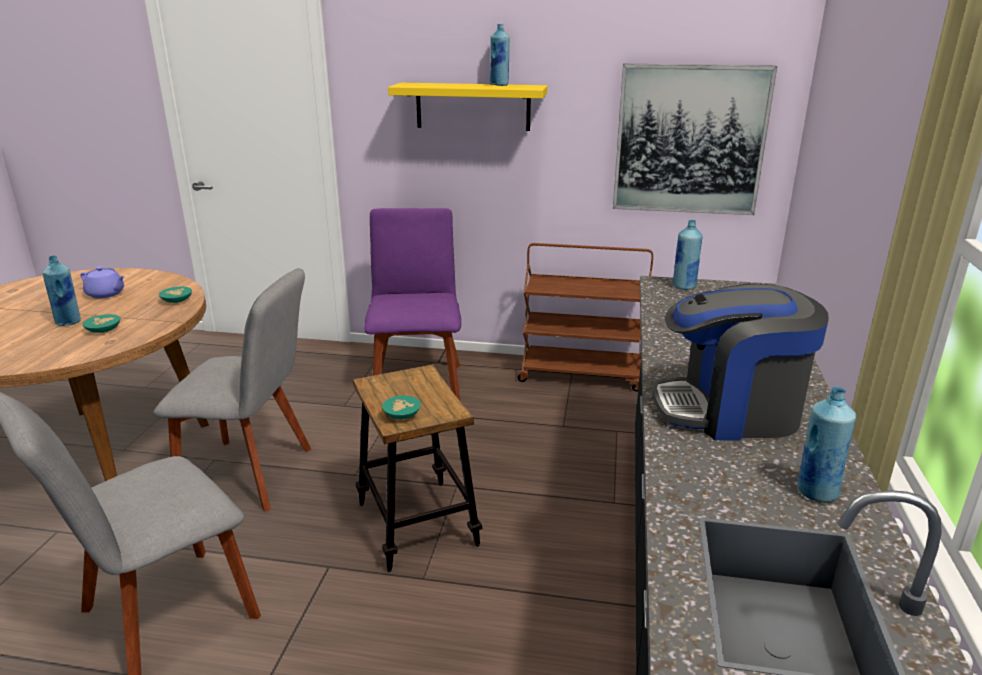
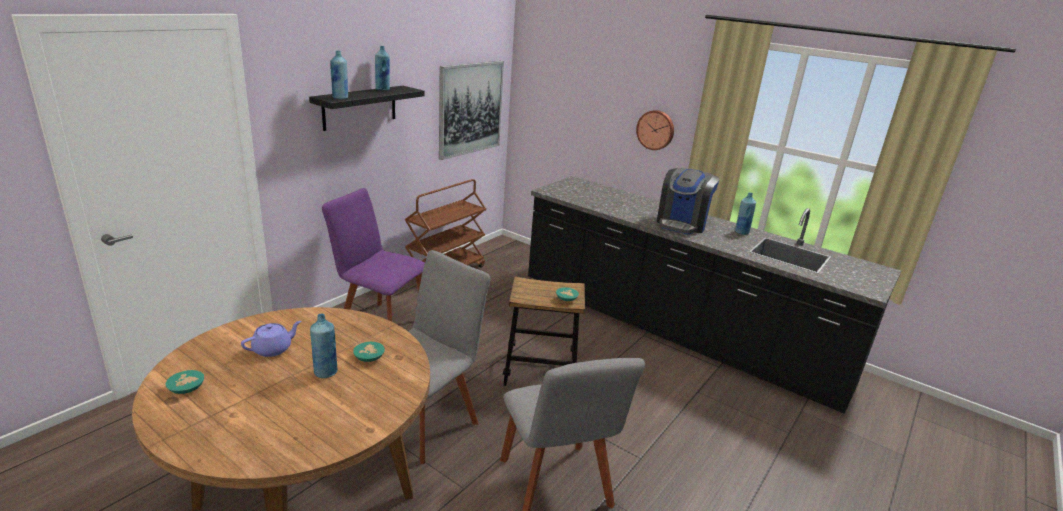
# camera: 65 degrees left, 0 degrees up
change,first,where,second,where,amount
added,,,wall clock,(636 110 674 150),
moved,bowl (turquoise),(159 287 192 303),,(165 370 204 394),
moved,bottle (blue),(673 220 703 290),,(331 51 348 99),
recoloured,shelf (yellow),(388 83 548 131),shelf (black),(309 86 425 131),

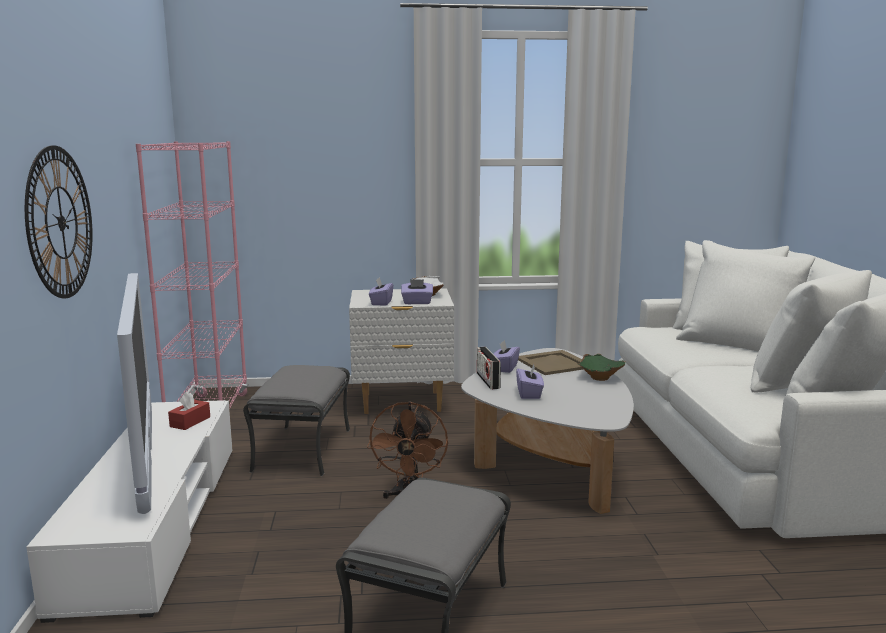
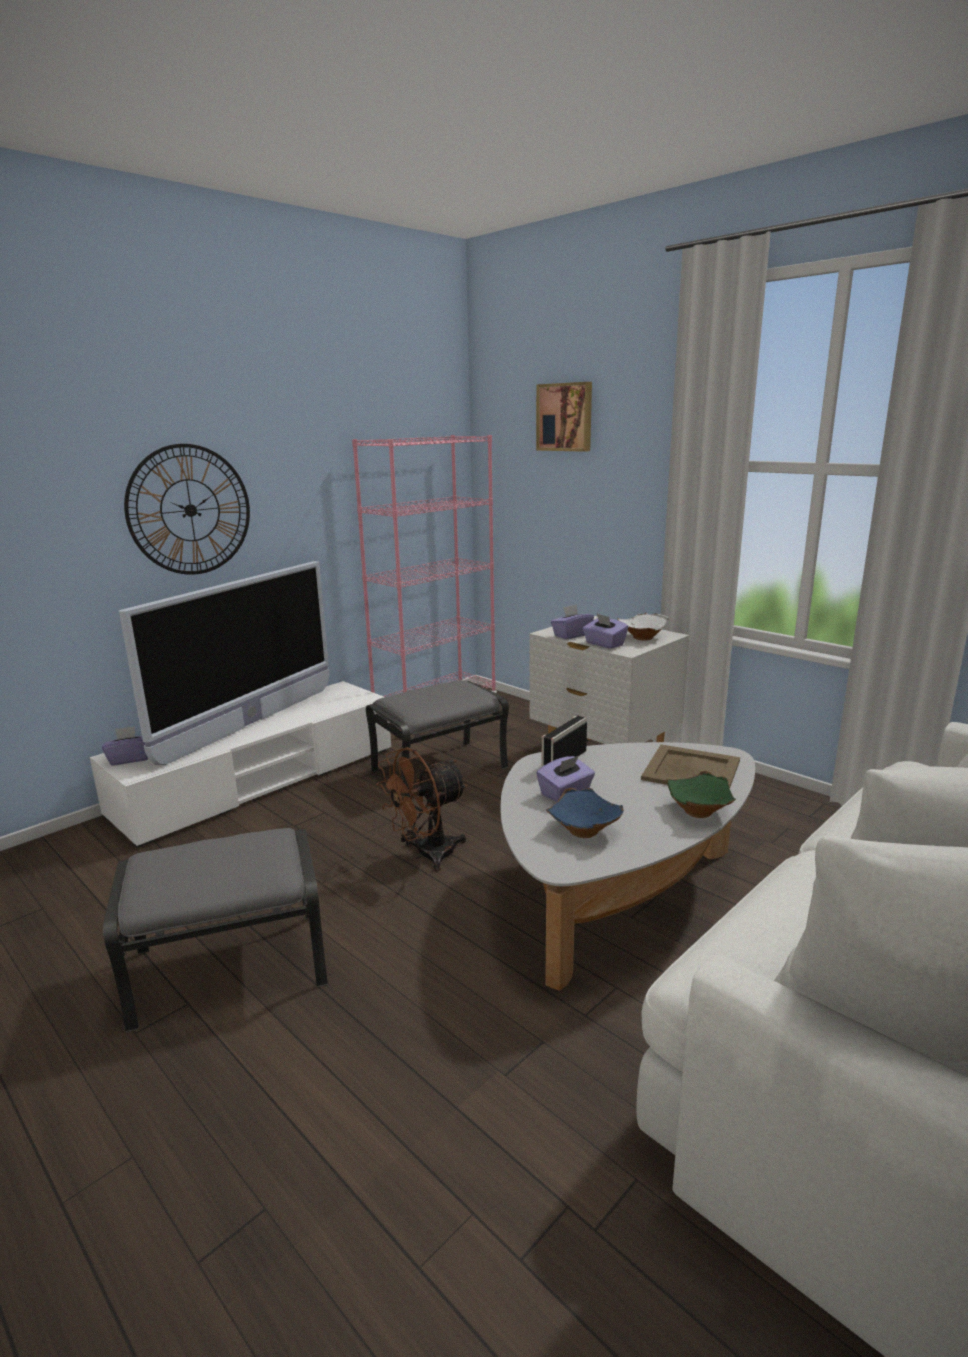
# camera: 50 degrees right, 5 degrees up
change,first,where,second,where,amount
removed,tissue box (red),(168 392 210 430),,,
added,,,picture,(536 382 592 452),
added,,,bowl (blue),(546 788 624 838),
moved,tissue box (purple),(494 340 520 373),,(102 726 148 766),

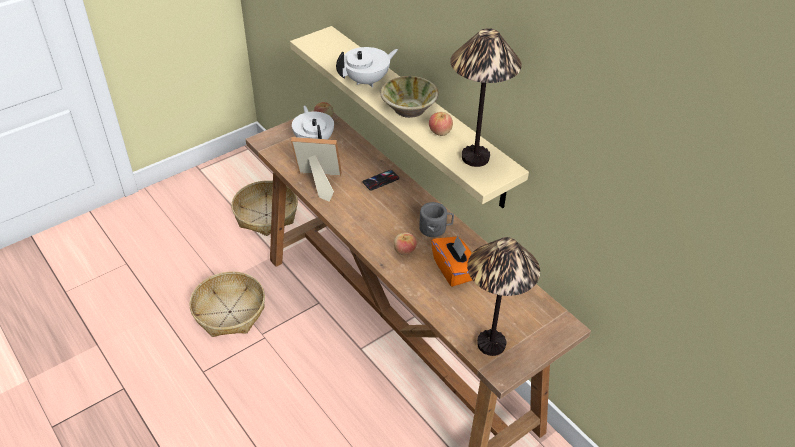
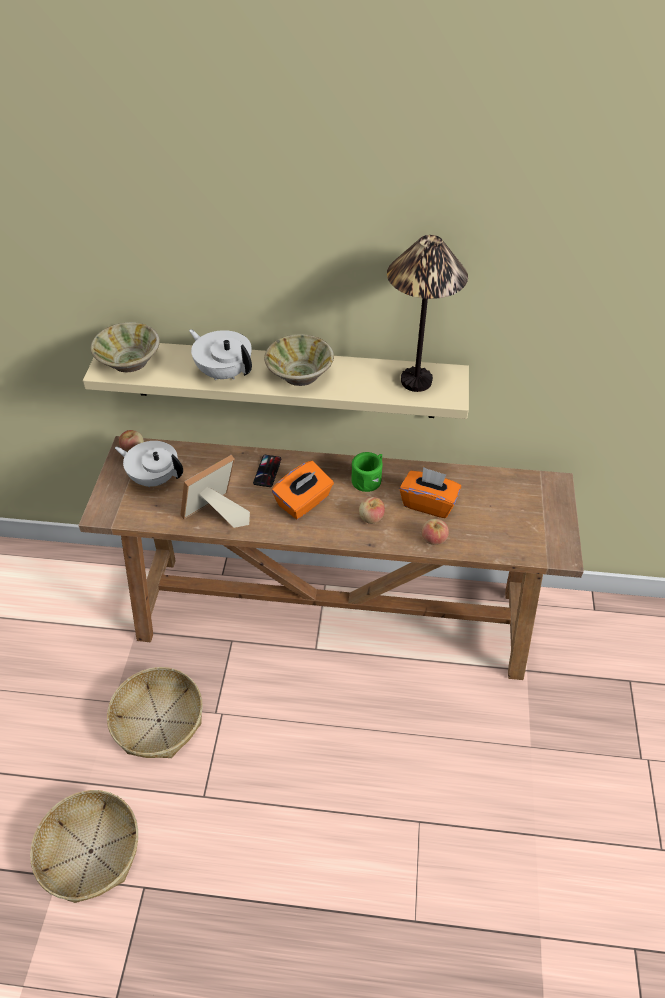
# camera: 45 degrees left, 5 degrees up
change,first,where,second,where,amount
removed,table lamp,(467 237 540 356),,,
added,,,bowl (beige),(91 322 160 372),
added,,,tissue box (orange),(272 461 334 519),
moved,basket,(231 180 298 236),,(30 790 138 903),
moved,apple,(429 112 453 136),,(422 519 449 545),
recoloured,mug (grey),(419 202 454 237),mug (green),(351 452 383 492),
turned,teapot (white),(336 47 398 88),,(189 329 252 381),60 degrees counterclockwise

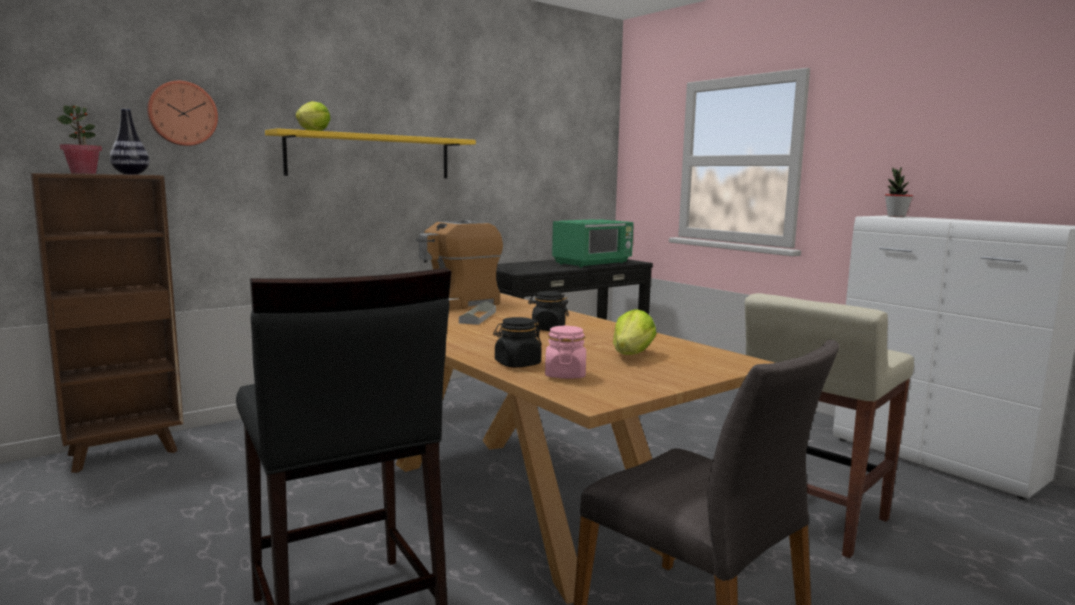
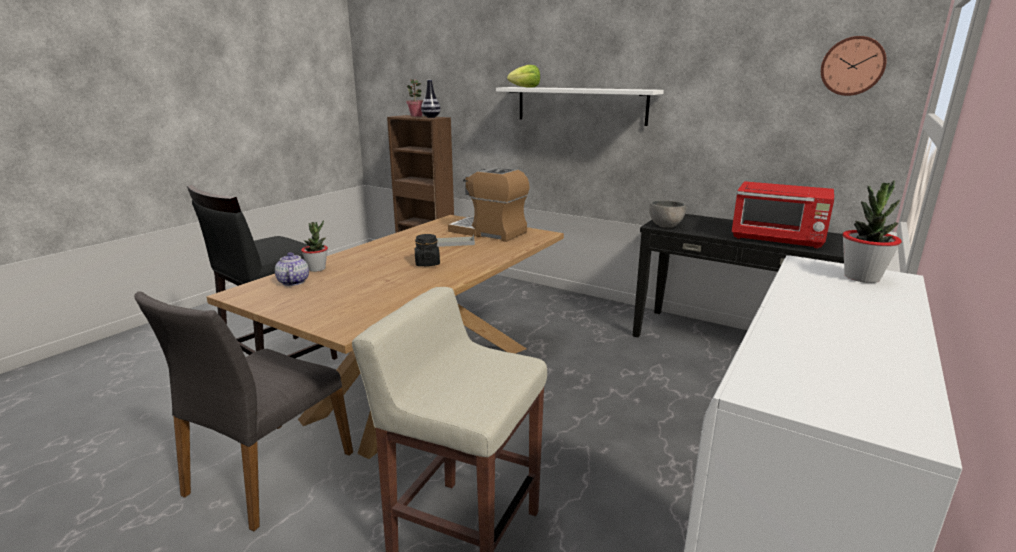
# camera: 70 degrees right, 10 degrees up
change,first,where,second,where,amount
removed,lettuce,(613 309 657 355),,,
added,,,bowl (grey),(649 200 686 228),
moved,wall clock,(147 81 218 146),,(821 36 887 96),
replaced,jar (black),(493 317 542 367),potted plant,(301 221 328 272),
replaced,jar (pink),(545 326 586 379),teapot,(275 252 309 286),
recoloured,shelf (yellow),(265 128 476 178),shelf (white),(496 87 664 126),
recoloured,microwave (green),(552 219 633 267),microwave (red),(731 181 834 249),

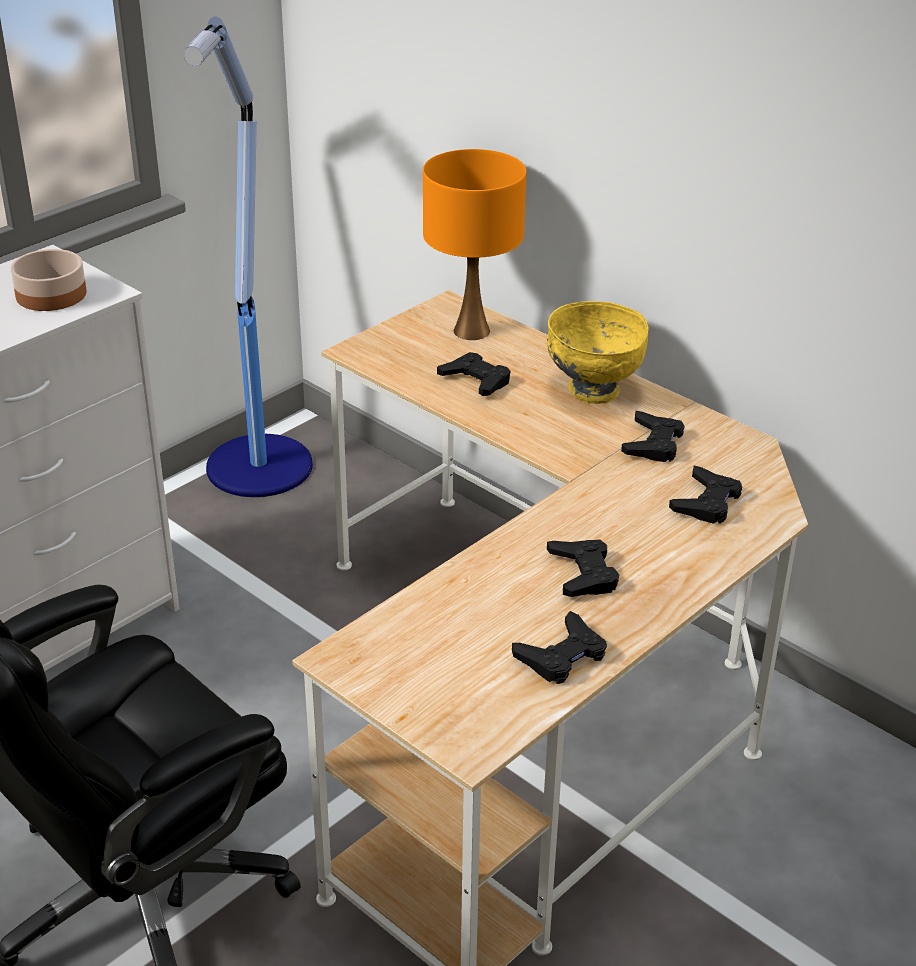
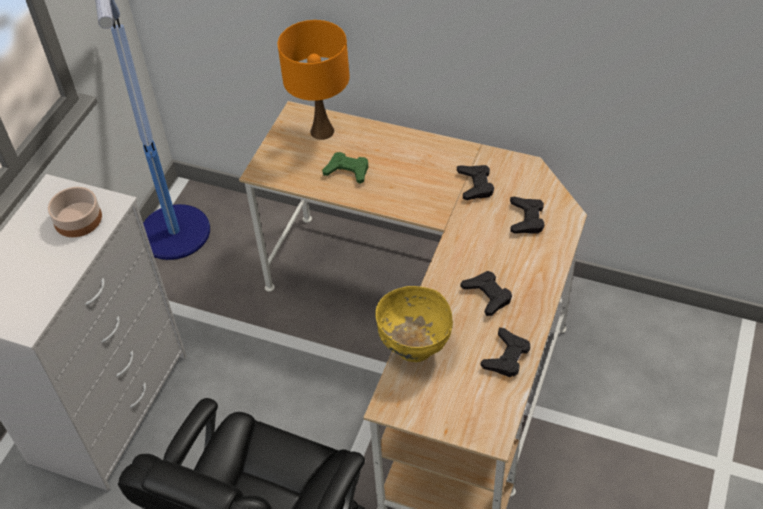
# camera: 20 degrees left, 15 degrees up
change,first,where,second,where,amount
moved,bowl (yellow),(547 301 649 404),,(375 286 453 362),
recoloured,game controller (black),(437 352 510 396),game controller (green),(322 152 368 184),

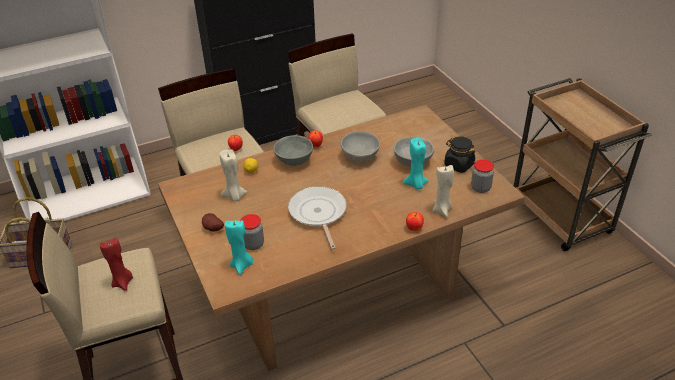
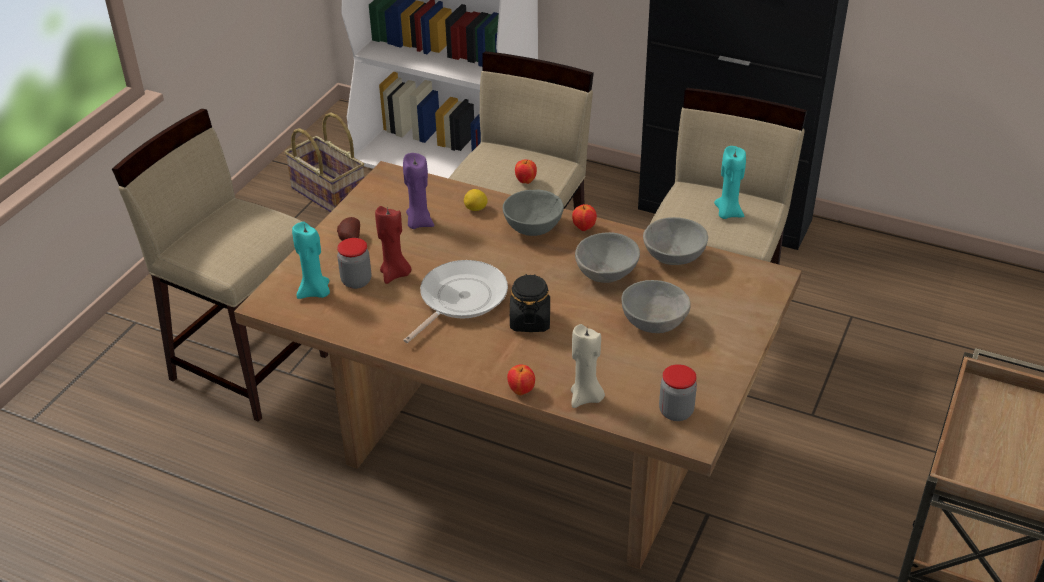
# camera: 50 degrees right, 0 degrees up
change,first,where,second,where,amount
added,,,bowl (grey),(643 217 708 265),
moved,candle (red),(100 237 133 291),,(375 206 411 284),
moved,candle (turquoise),(403 138 429 189),,(714 146 746 219),
moved,jar (black),(444 136 475 173),,(510 274 550 332),
recoloured,candle (beige),(220 150 247 201),candle (purple),(403 153 434 229),

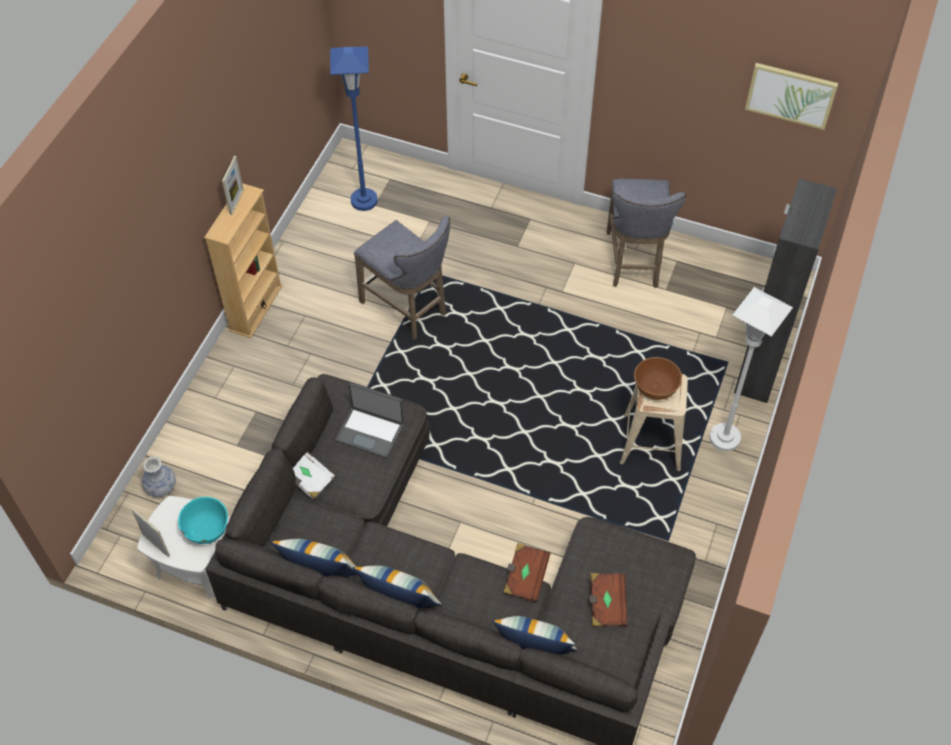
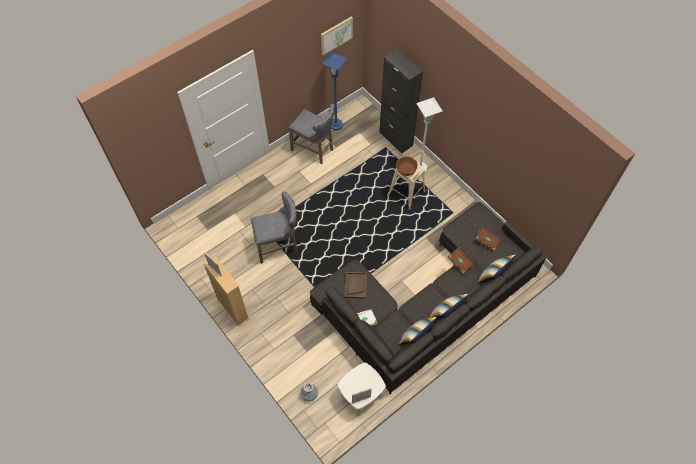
# camera: 60 degrees left, 5 degrees up
change,first,where,second,where,amount
removed,bowl (turquoise),(178 497 228 544),,,
moved,floor lamp (blue),(330 46 378 211),,(322 51 347 130),
replaced,laptop,(335 383 404 458),tray (brown),(344 272 367 299),

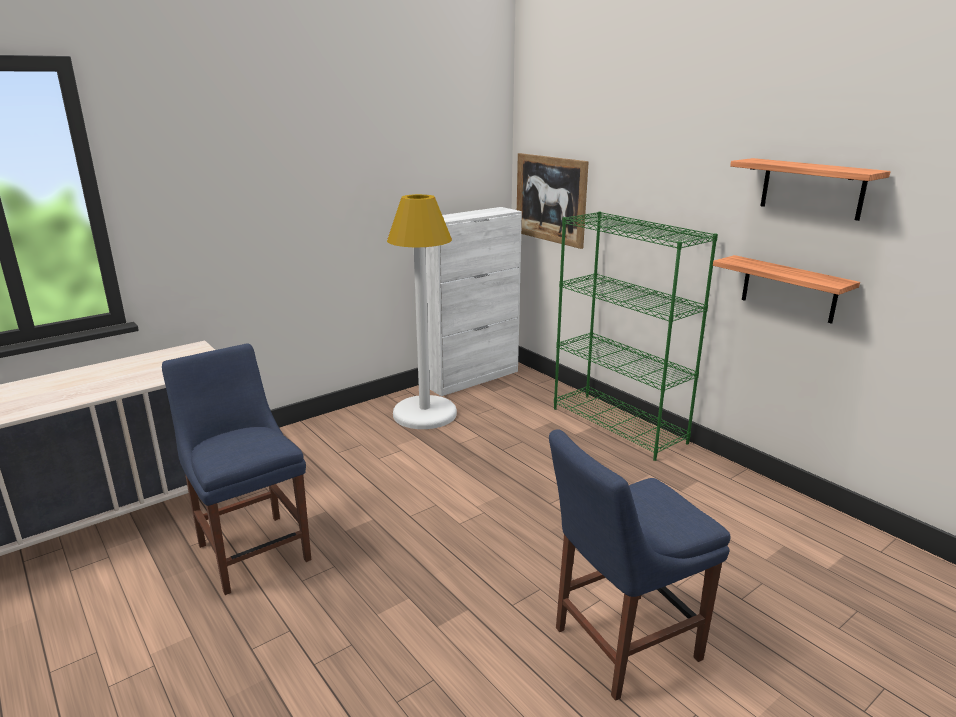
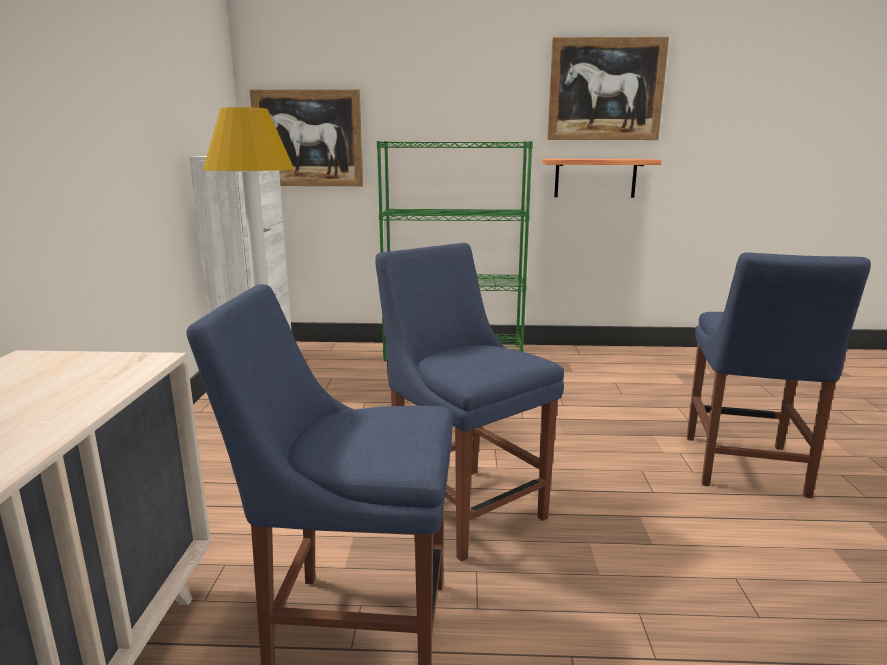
# camera: 50 degrees left, 5 degrees down
change,first,where,second,where,amount
added,,,chair (blue),(375 243 564 562),
replaced,shelf,(730 158 891 221),picture,(547 37 669 140),

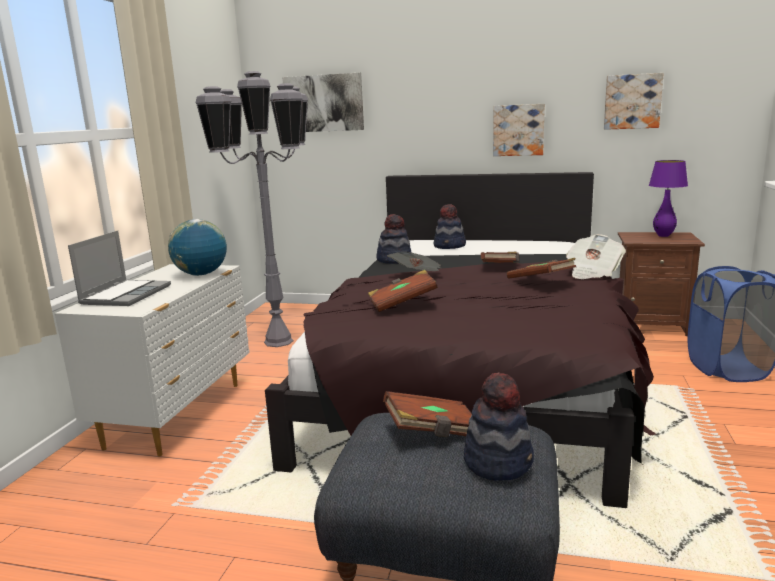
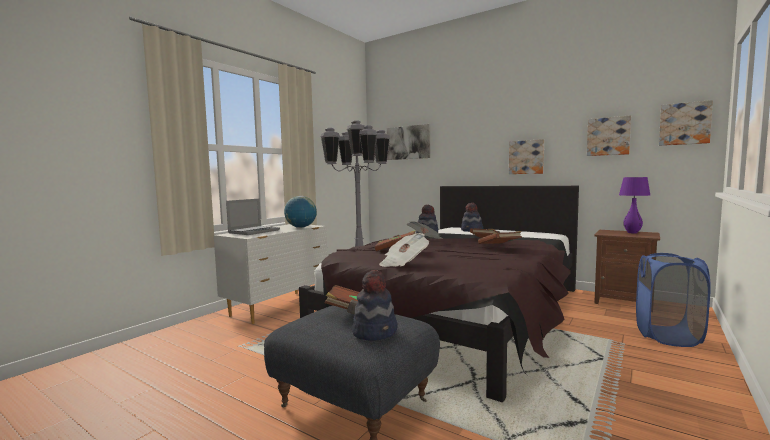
# camera: 20 degrees right, 10 degrees down
change,first,where,second,where,amount
added,,,picture,(659 100 713 146),
moved,newspaper,(566 234 626 279),,(379 233 429 267),

